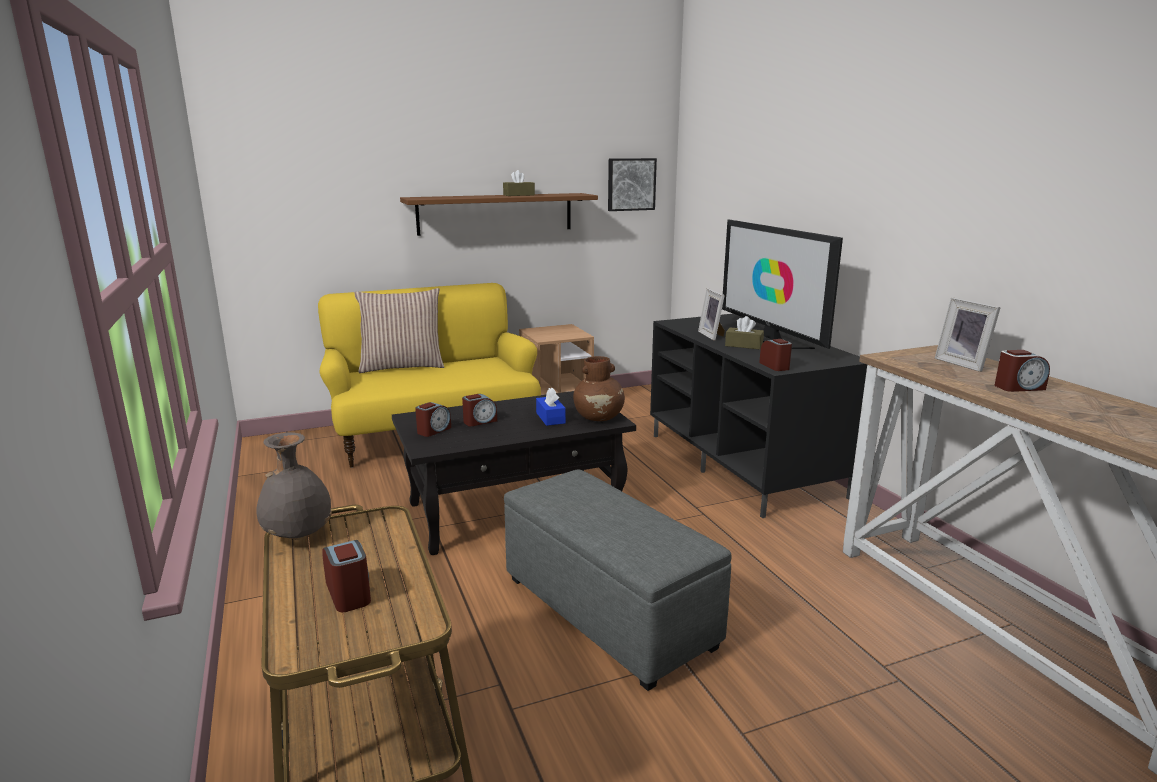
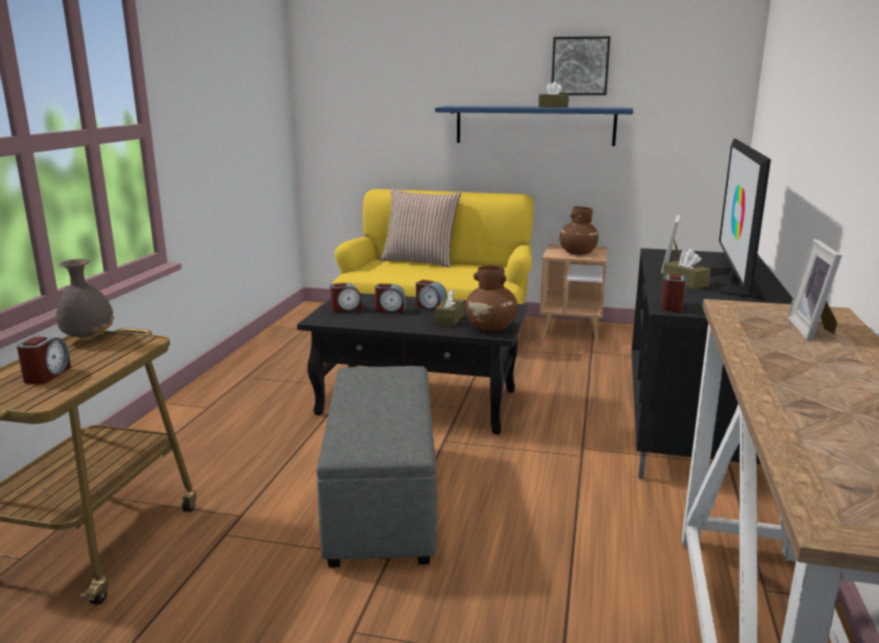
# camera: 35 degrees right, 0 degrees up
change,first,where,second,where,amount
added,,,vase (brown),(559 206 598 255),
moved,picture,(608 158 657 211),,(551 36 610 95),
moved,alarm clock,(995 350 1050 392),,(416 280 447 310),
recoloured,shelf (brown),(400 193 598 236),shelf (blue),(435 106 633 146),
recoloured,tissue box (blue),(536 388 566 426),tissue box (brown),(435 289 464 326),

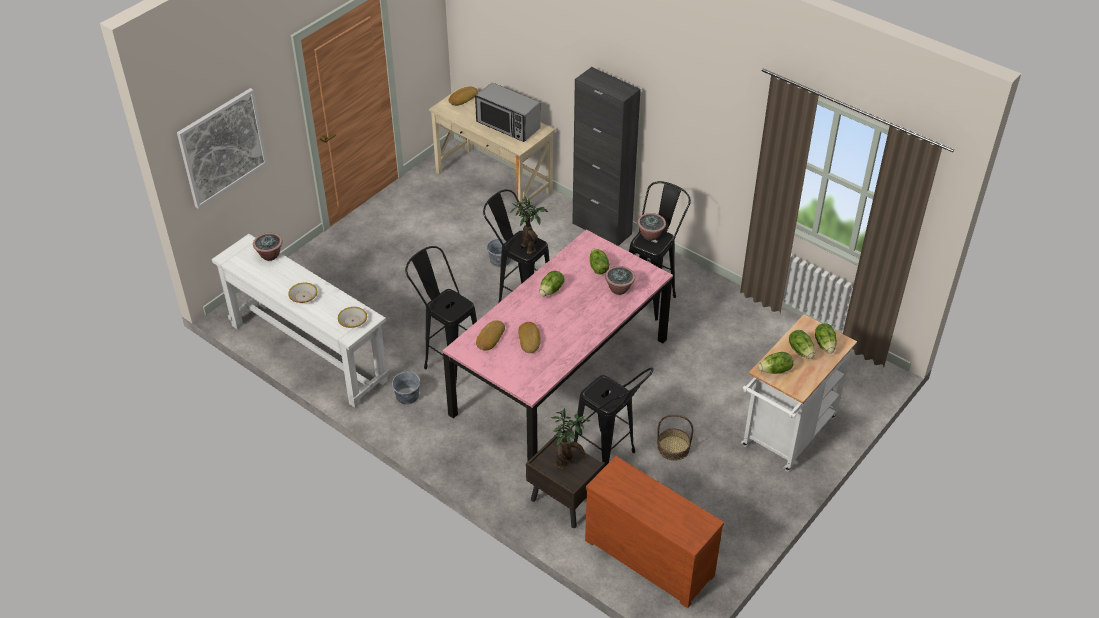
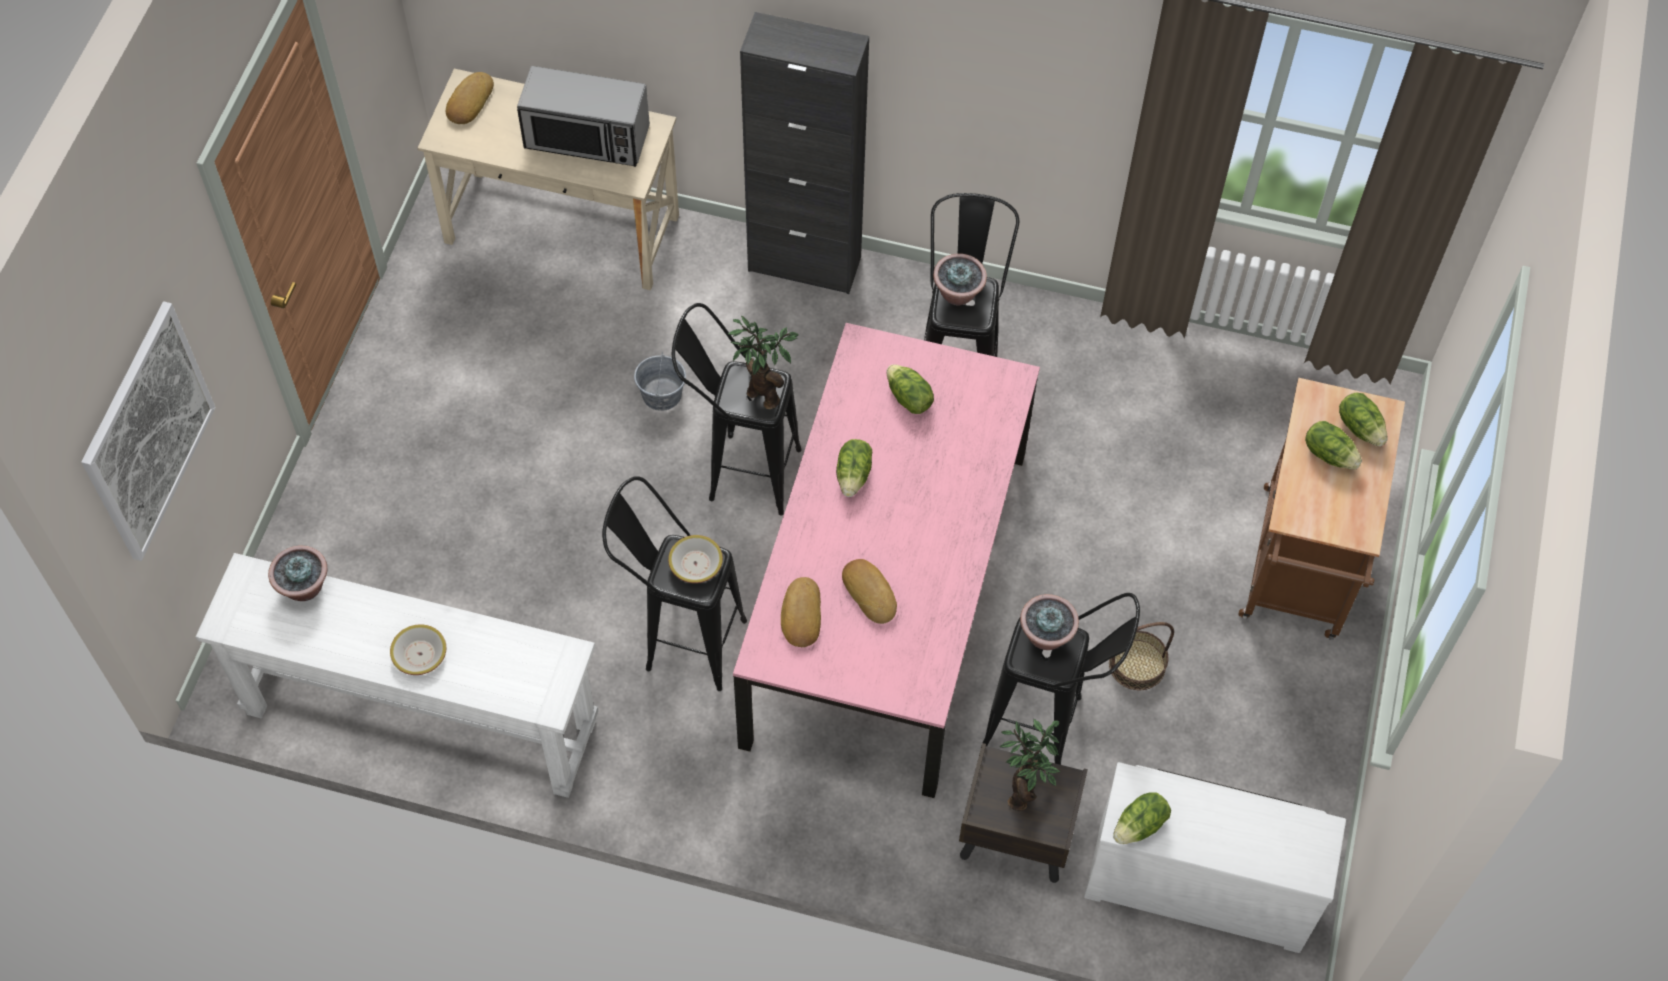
# camera: 25 degrees left, 15 degrees up
change,first,where,second,where,amount
removed,bucket (grey),(392 371 420 405),,,
moved,bowl,(338 307 367 328),,(668 535 723 583),
moved,potted plant,(605 266 635 295),,(1020 594 1079 650),
moved,lettuce,(758 352 793 374),,(1113 792 1171 844),
recoloured,dresser (brown),(585 456 724 608),dresser (white),(1084 762 1346 953),
recoloured,cart (white),(741 314 857 472),cart (brown),(1238 378 1405 640),

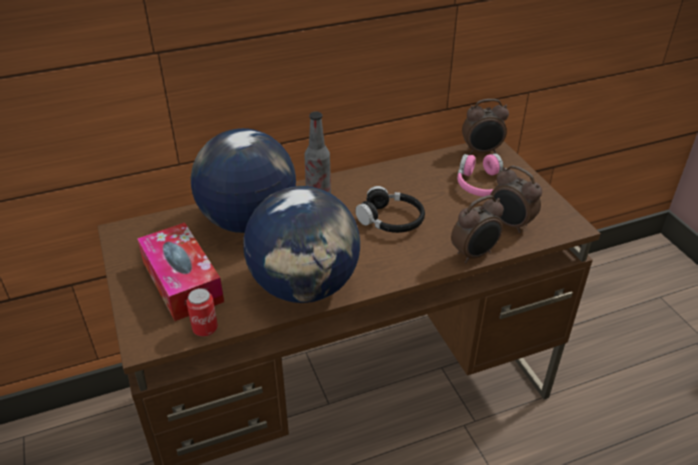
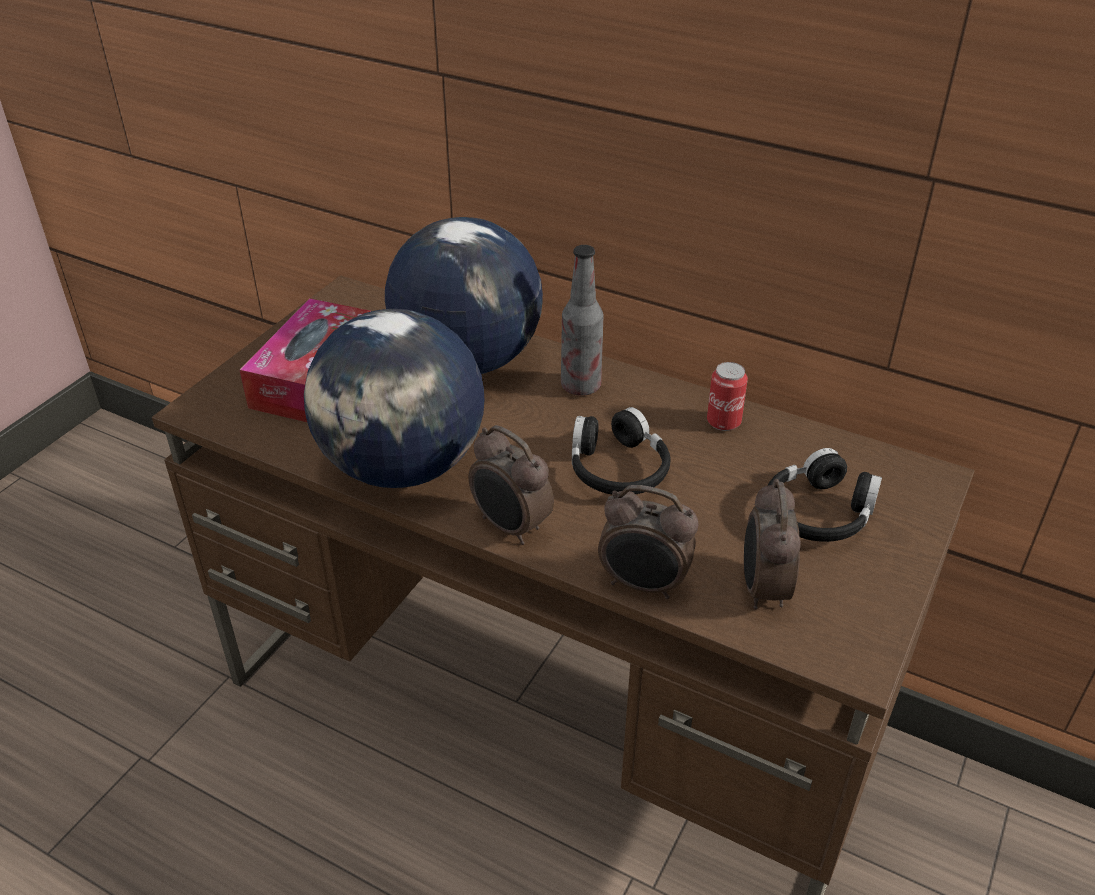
# camera: 50 degrees right, 0 degrees up
change,first,where,second,where,amount
moved,can,(186 288 218 336),,(707 362 748 431),
moved,alarm clock,(462 99 509 155),,(468 425 554 545),
recoloured,headphones (pink),(457 153 506 197),headphones (black),(767 448 882 542),

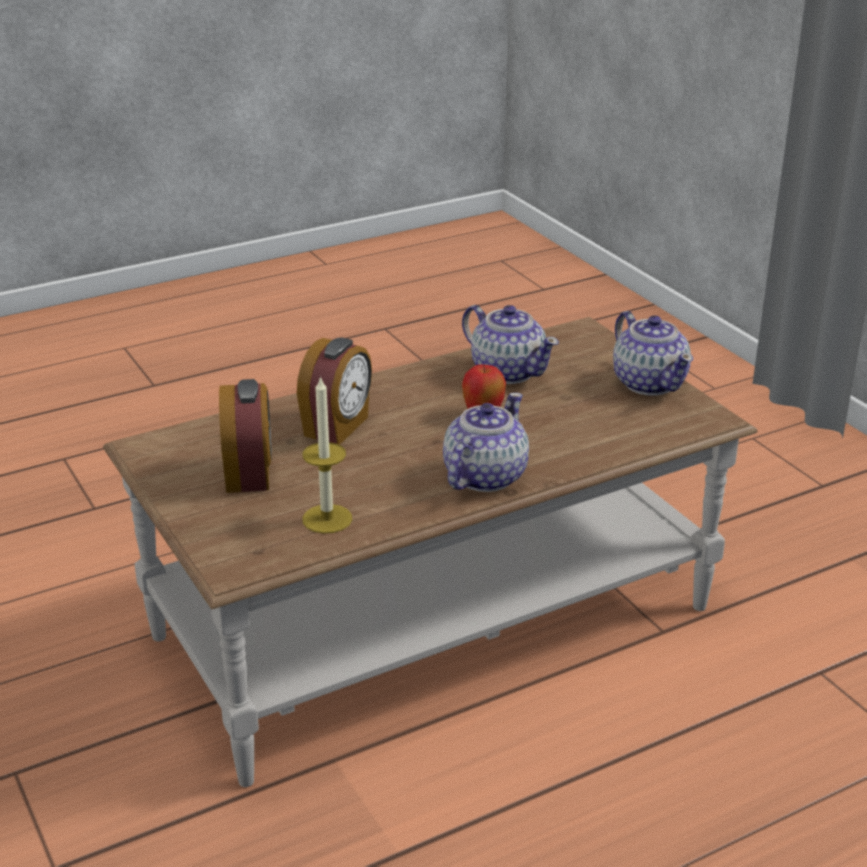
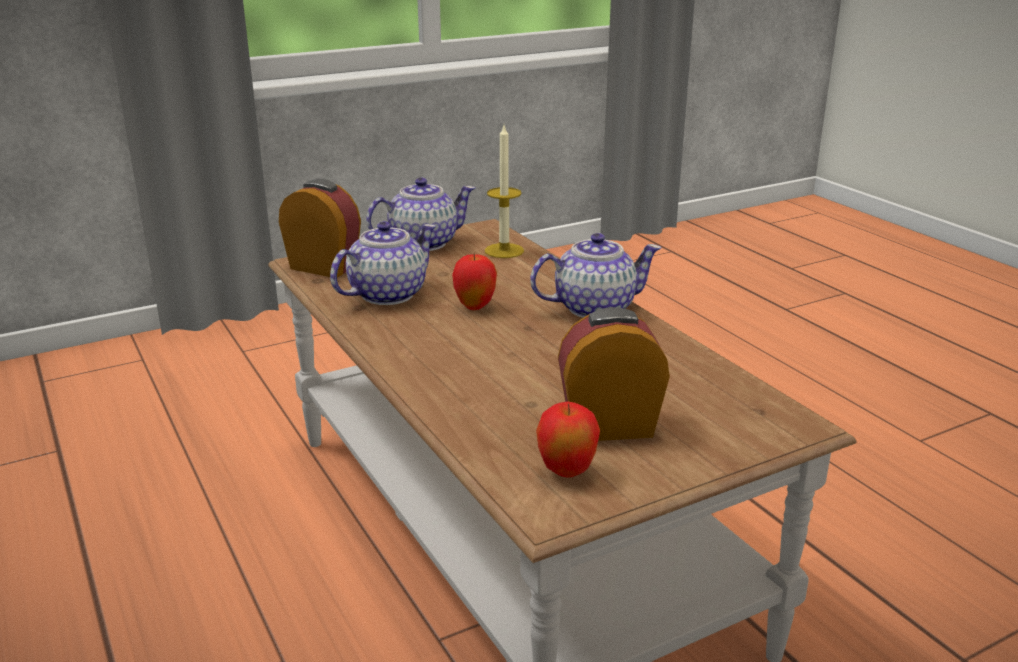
# camera: 90 degrees left, 5 degrees down
change,first,where,second,where,amount
added,,,apple,(536 402 600 478),
moved,alarm clock,(297 338 372 445),,(279 179 361 278),
moved,candle,(302 375 352 534),,(485 125 524 258),
turned,teapot,(443 393 529 492),,(530 233 662 318),135 degrees clockwise

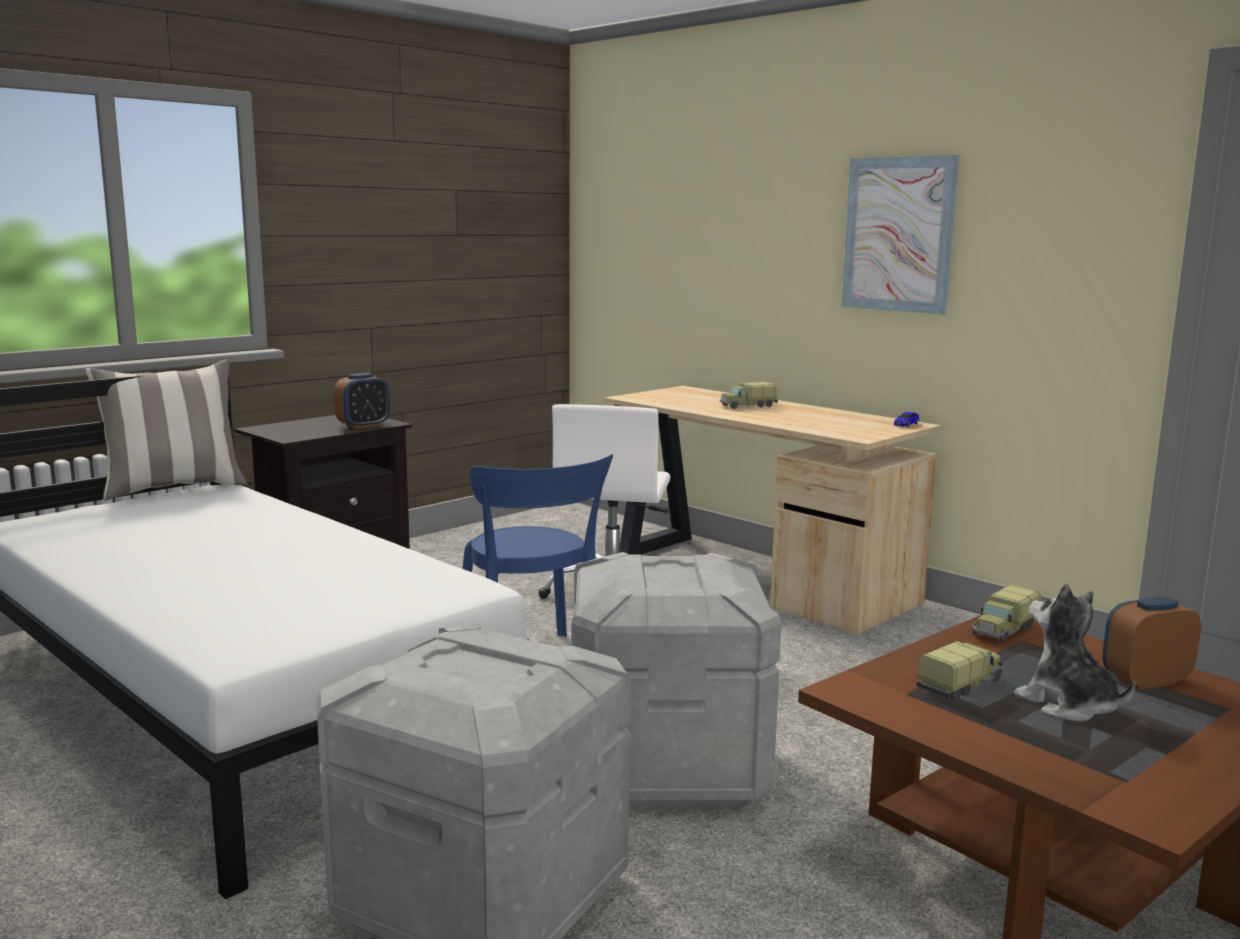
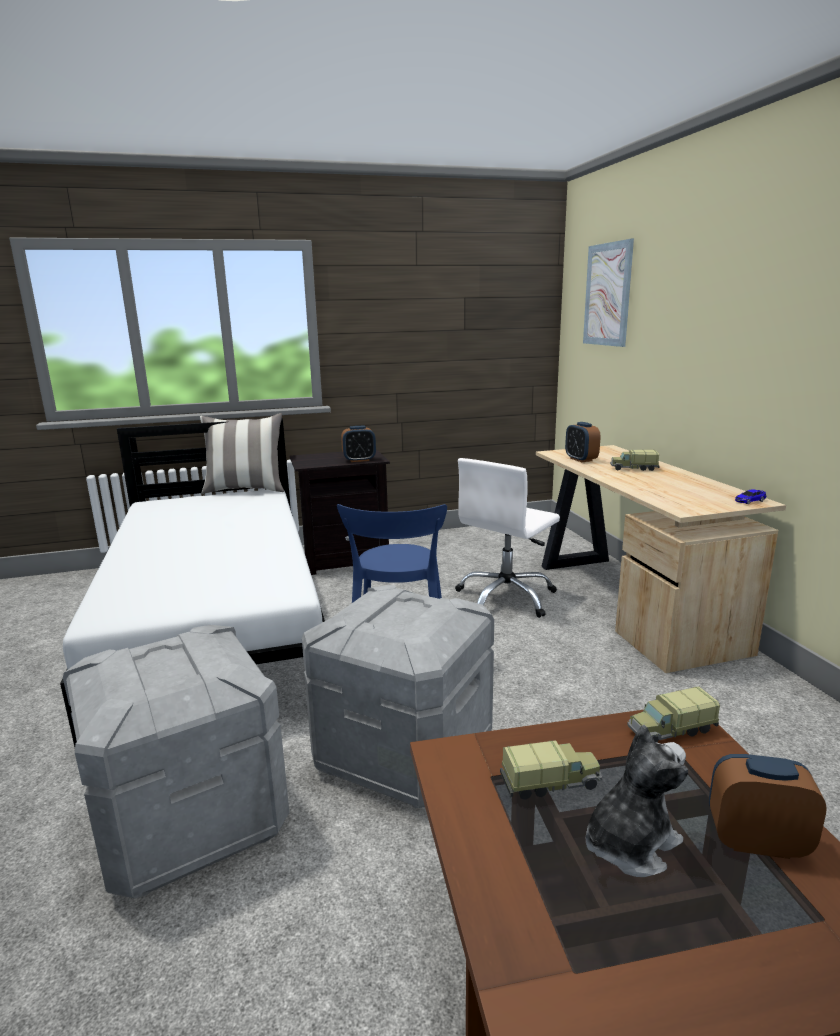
# camera: 30 degrees right, 5 degrees up
change,first,where,second,where,amount
added,,,alarm clock,(565 422 600 462),
moved,picture,(842 155 959 315),,(583 239 634 347),
turned,plush toy,(1014 583 1136 722),,(586 725 688 877),60 degrees clockwise

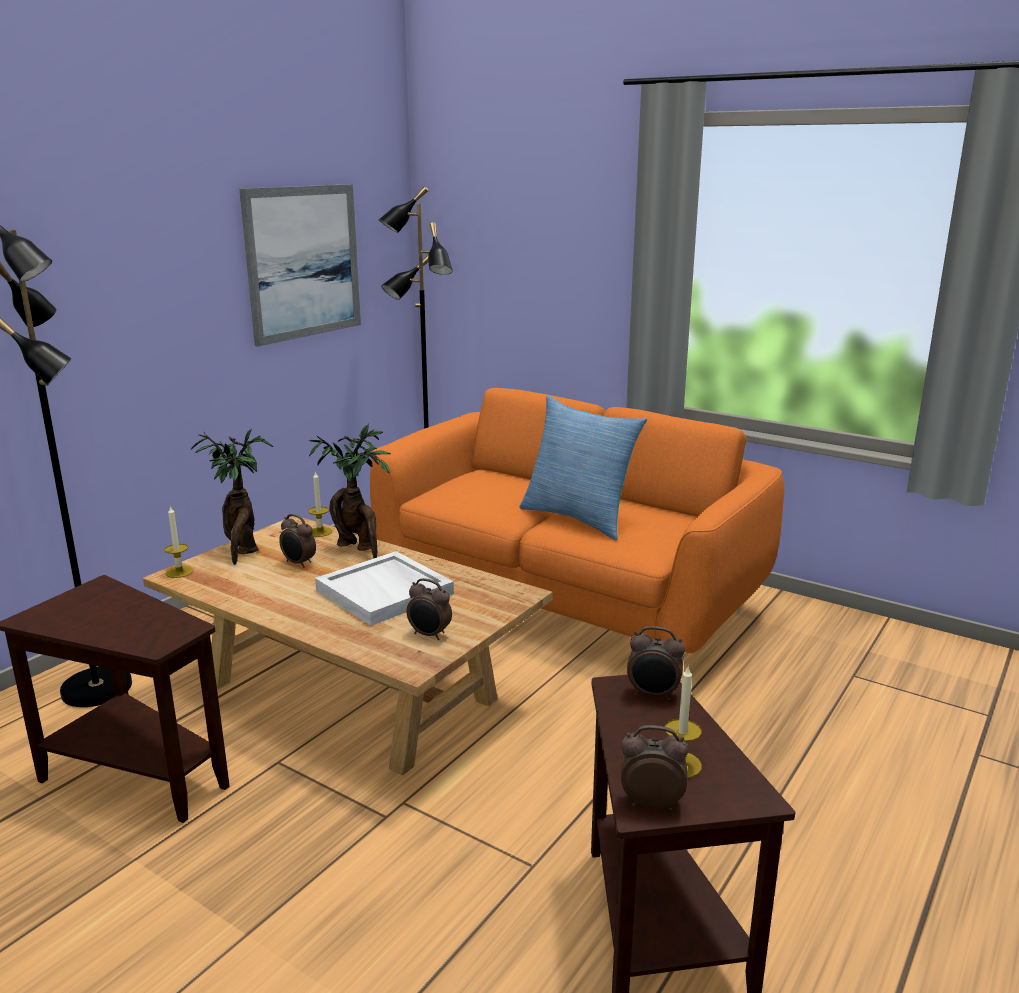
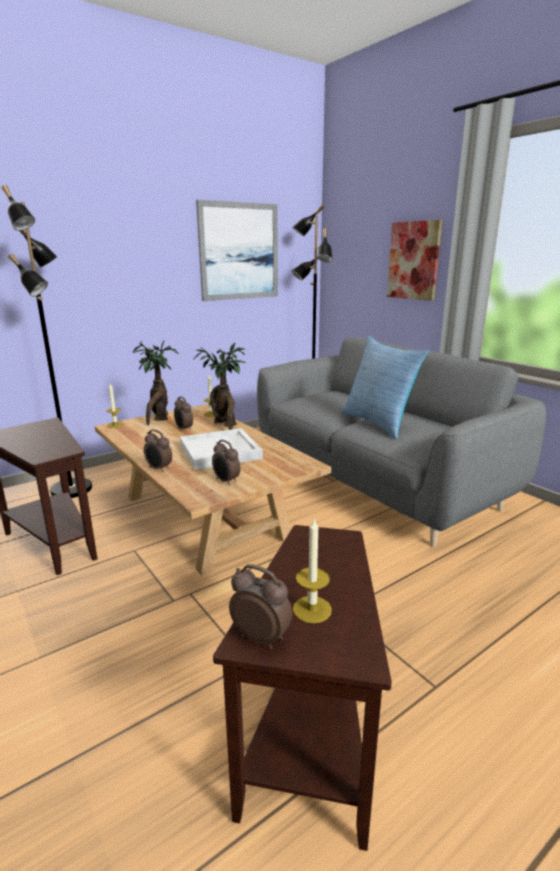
# camera: 20 degrees right, 0 degrees up
change,first,where,second,where,amount
added,,,picture,(387 220 442 301),
moved,alarm clock,(627 626 685 700),,(144 430 172 472),
recoloured,sofa (orange),(370 388 784 662),sofa (grey),(257 337 546 547),

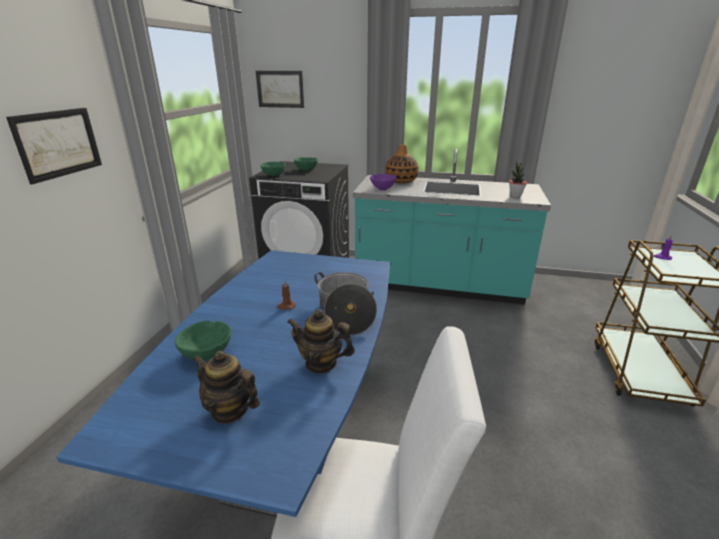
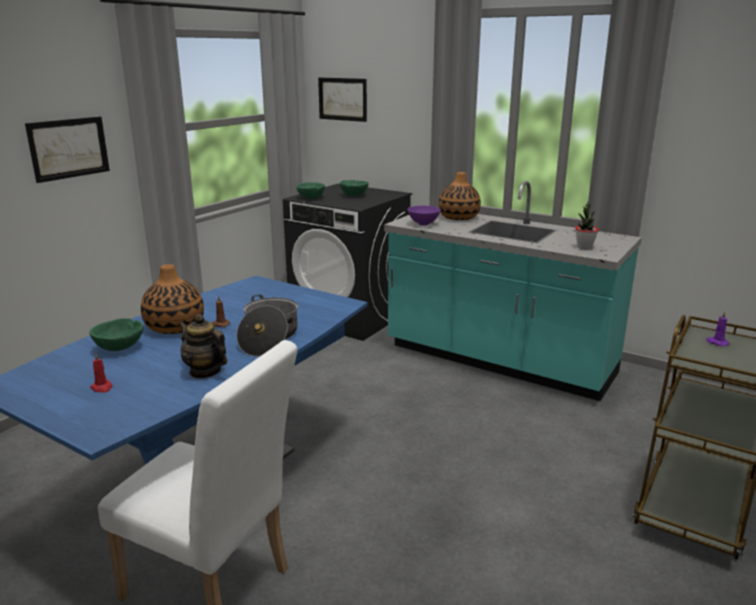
# camera: 20 degrees right, 5 degrees down
change,first,where,second,where,amount
added,,,vase,(141 264 204 334),
replaced,teapot,(193 351 260 424),candle (red),(90 353 112 393),

